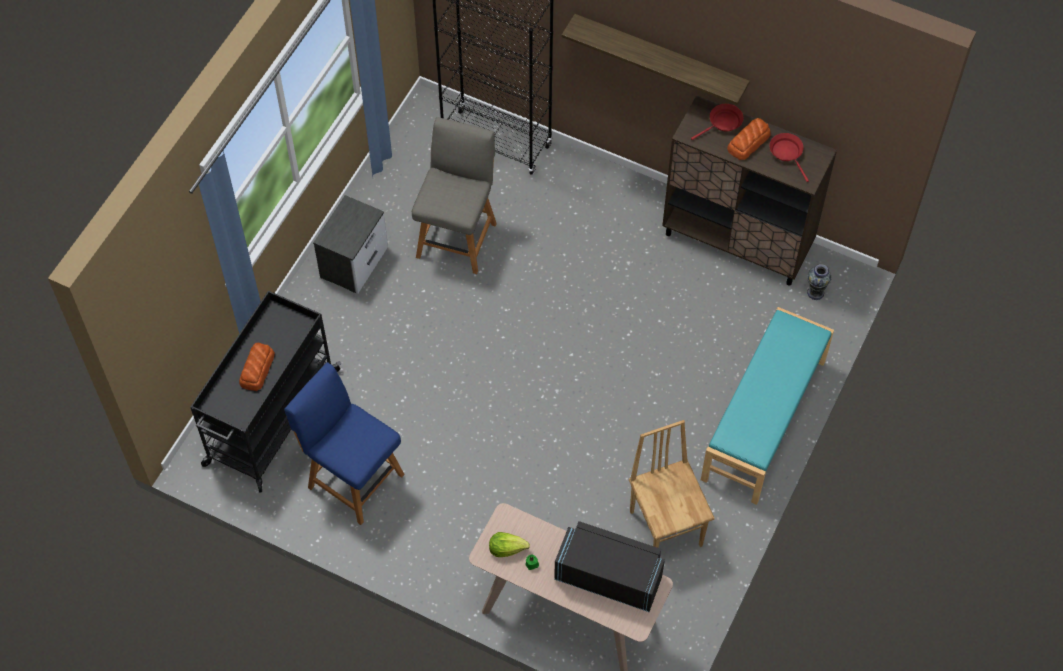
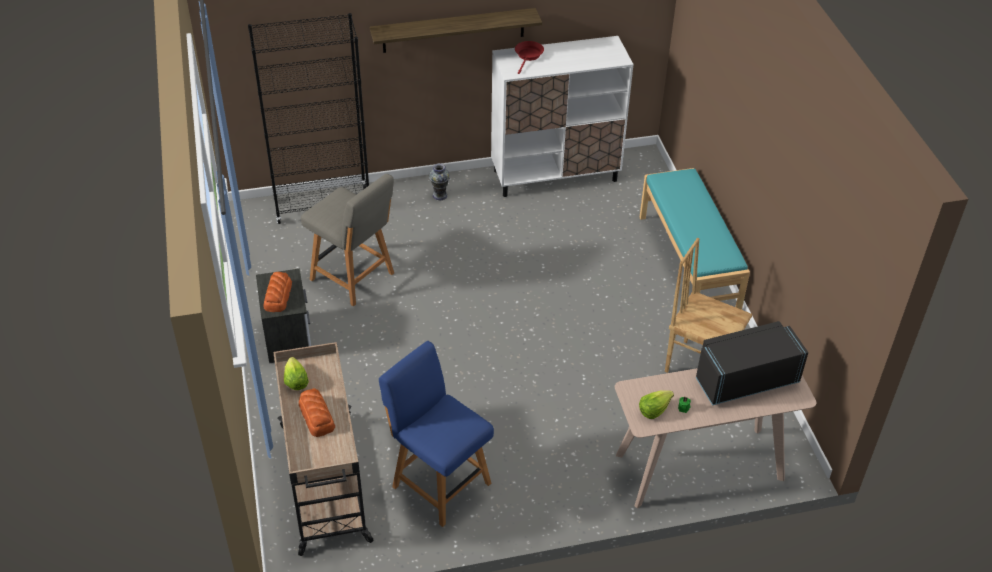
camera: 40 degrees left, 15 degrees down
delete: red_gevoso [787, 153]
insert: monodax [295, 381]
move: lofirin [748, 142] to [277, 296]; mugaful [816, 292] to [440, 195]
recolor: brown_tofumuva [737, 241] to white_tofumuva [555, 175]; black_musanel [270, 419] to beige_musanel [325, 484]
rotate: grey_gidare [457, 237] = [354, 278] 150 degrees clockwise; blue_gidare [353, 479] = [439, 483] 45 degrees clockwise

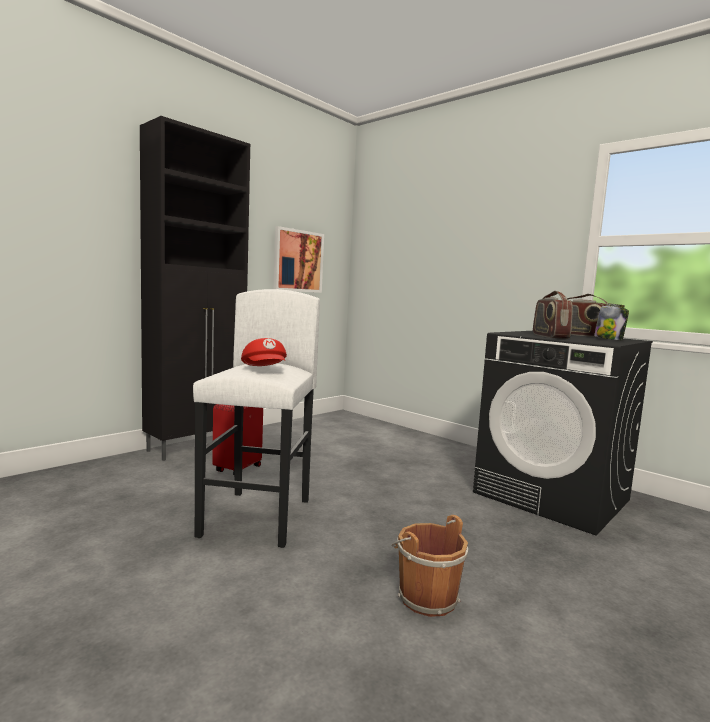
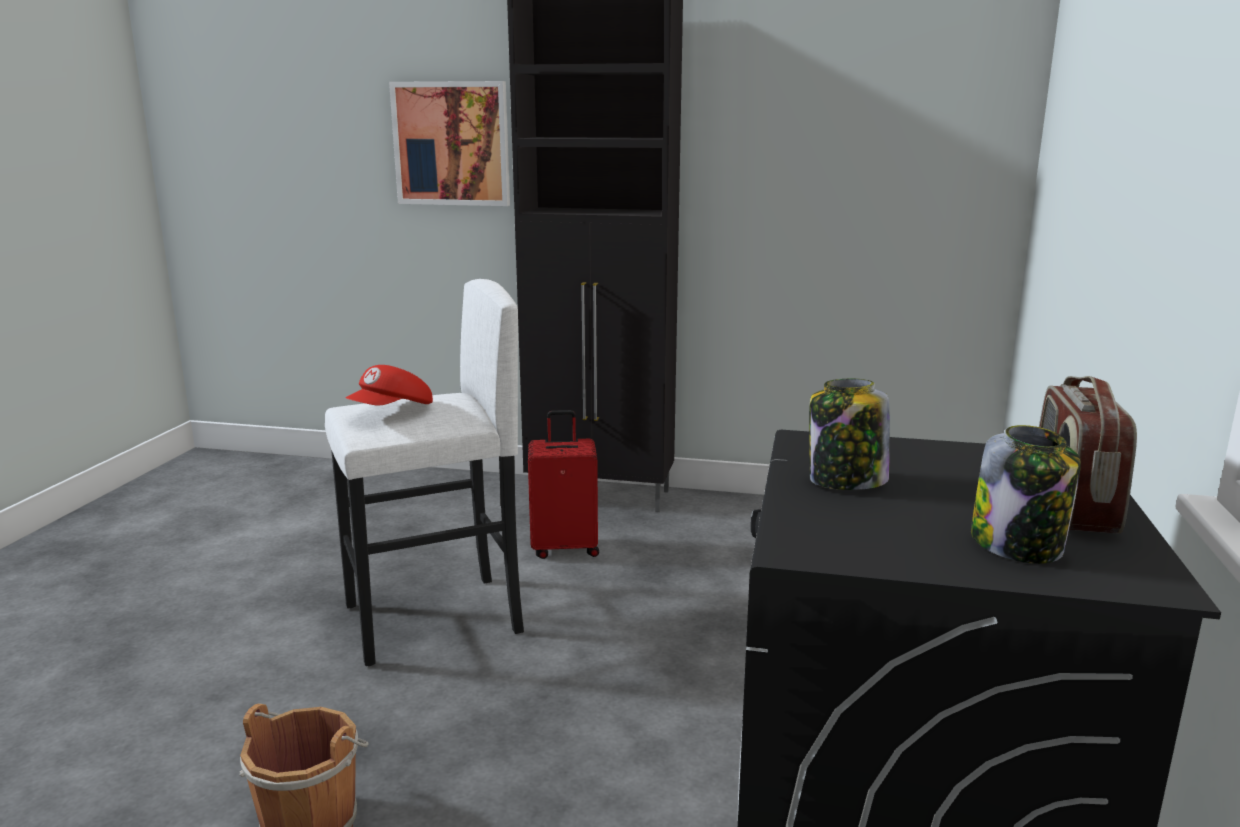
camera: 60 degrees right, 10 degrees up
move: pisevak [298, 261] to [452, 144]
replace: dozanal [549, 336] to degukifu [846, 481]

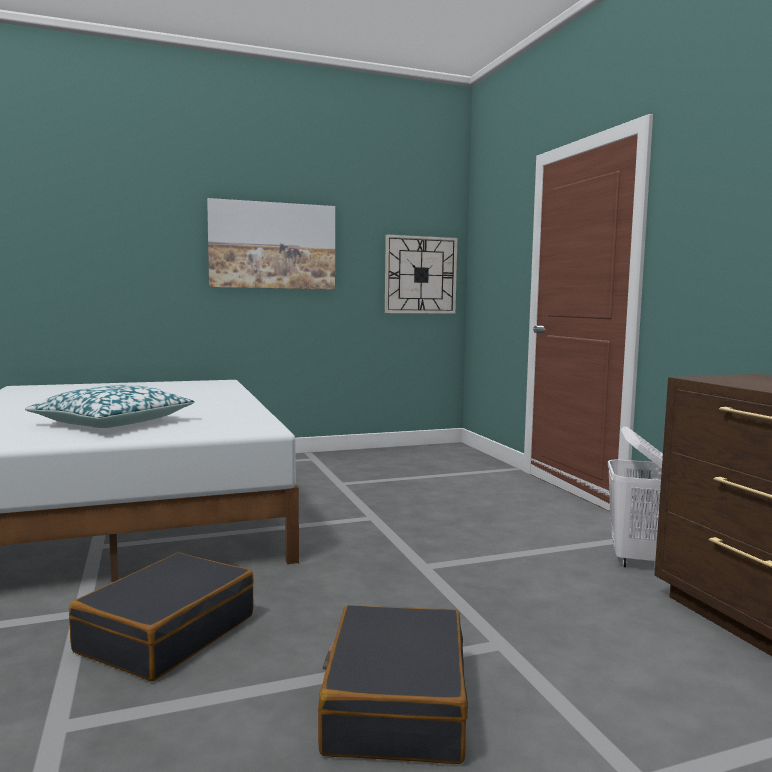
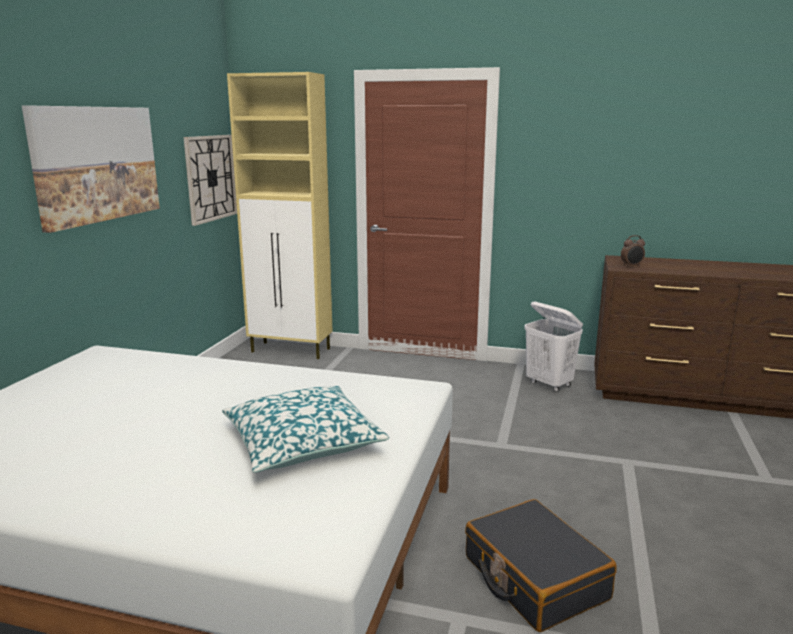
camera: 55 degrees left, 10 degrees up
delete: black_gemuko [395, 703]
insert: beige_tofumuva [291, 350]; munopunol [631, 266]

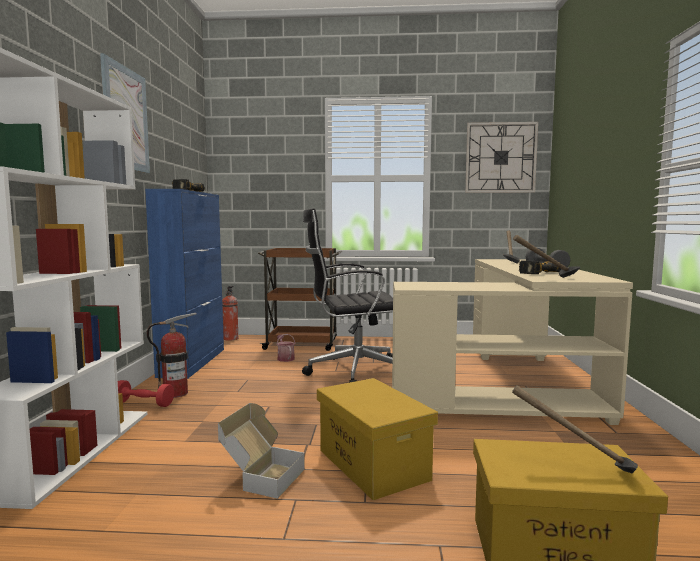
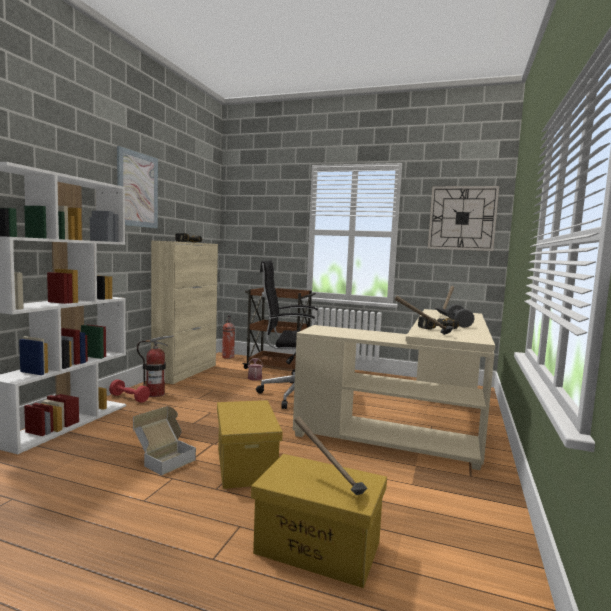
camera: 15 degrees right, 0 degrees up
recolor: blue_tofumuva [193, 362] to beige_tofumuva [186, 372]

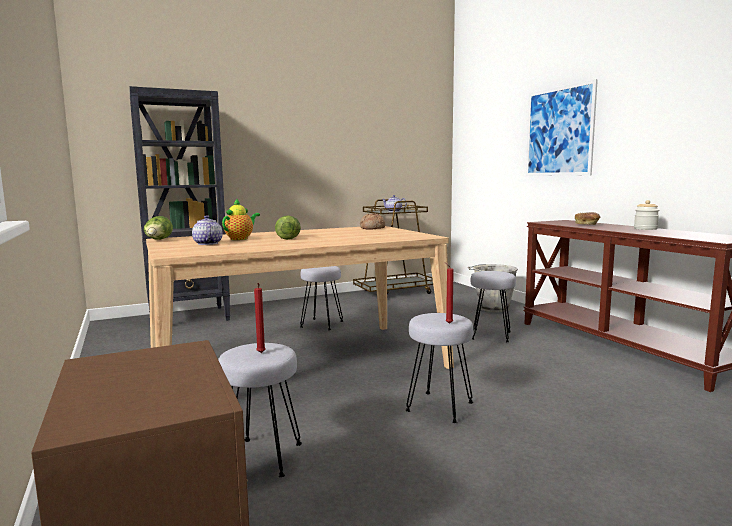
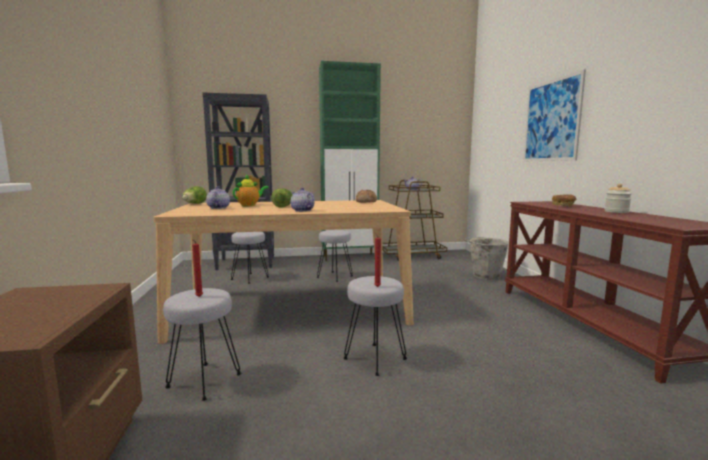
camera: 15 degrees right, 0 degrees up
insert: green_tofumuva [350, 257]; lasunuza [302, 210]
move: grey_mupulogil [491, 335] to [250, 278]

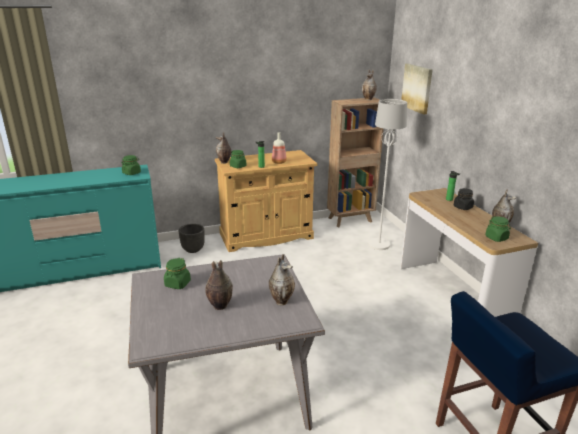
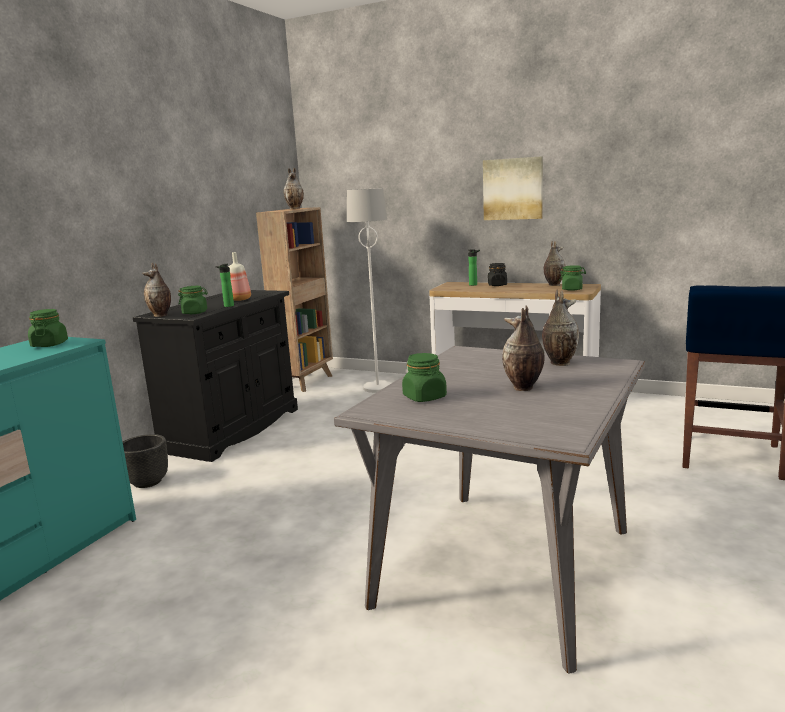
camera: 45 degrees left, 10 degrees down
move: pisevak [417, 88] to [513, 189]
recolor: beige_tofumuva [266, 236] to black_tofumuva [232, 429]

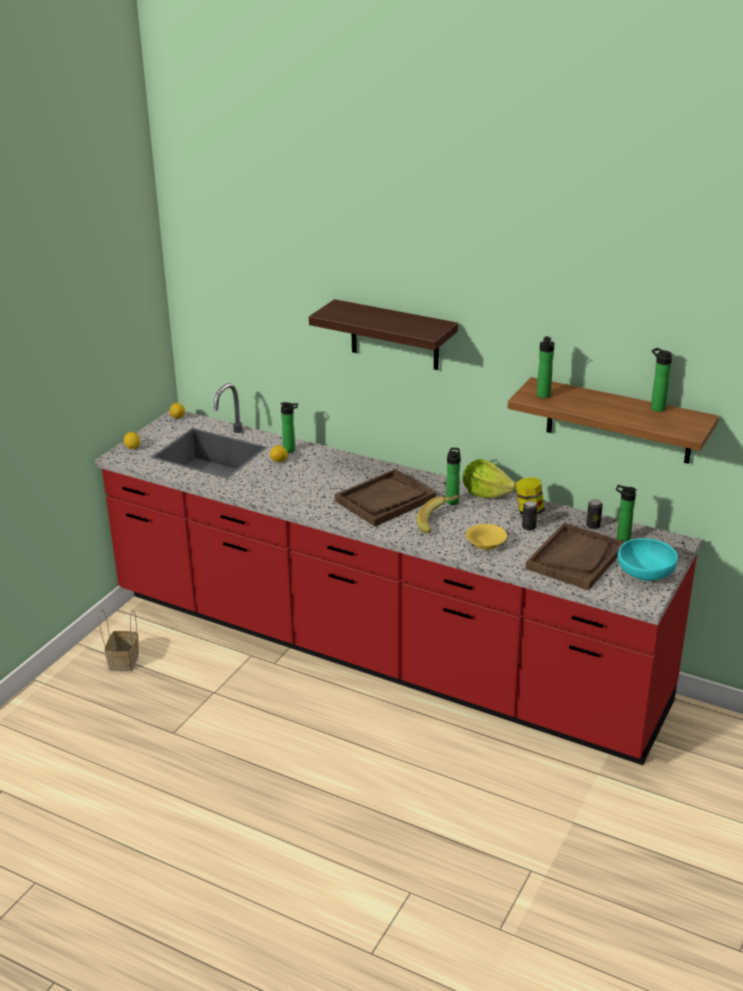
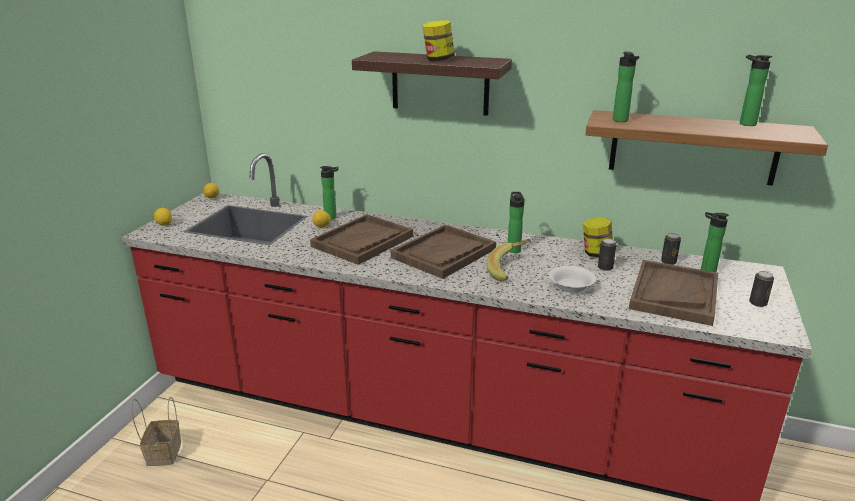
camera: 10 degrees left, 5 degrees down
delete: monodax [485, 493]
insert: degukifu [438, 60]; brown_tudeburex [362, 241]
replace: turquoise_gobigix [645, 573] to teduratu [758, 303]
recolor: yellow_gobigix [486, 544] to white_gobigix [571, 287]

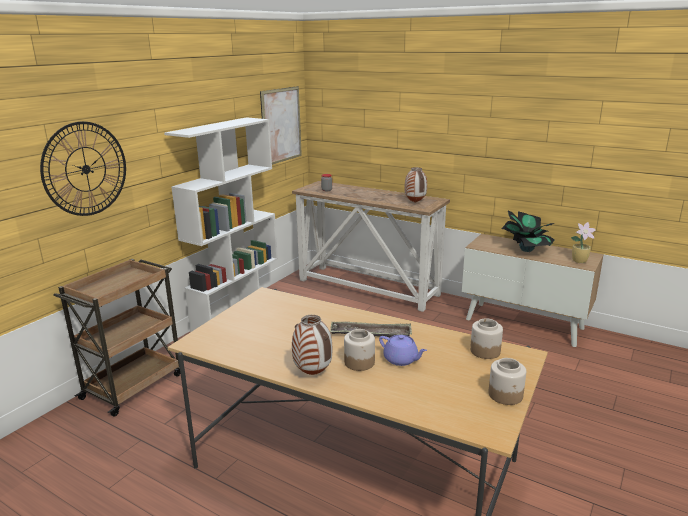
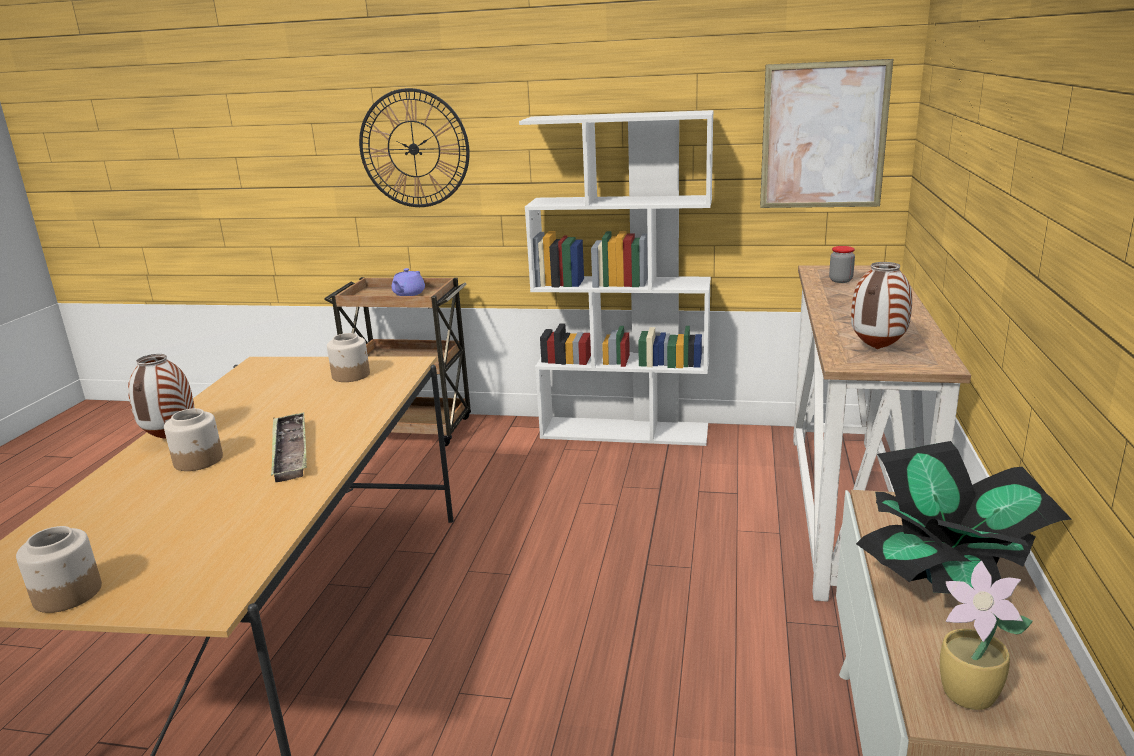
camera: 70 degrees right, 0 degrees up
move: degukifu [485, 351] to [351, 375]; purple_lasunuza [401, 360] to [408, 294]

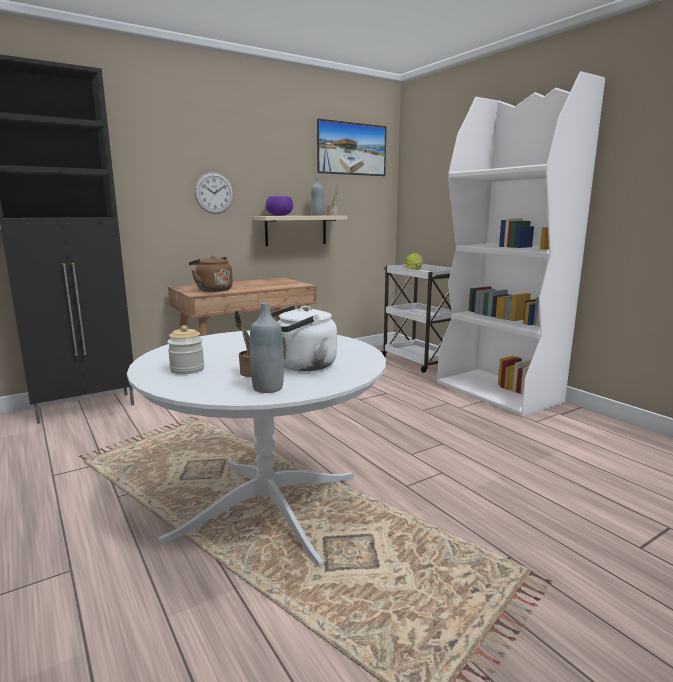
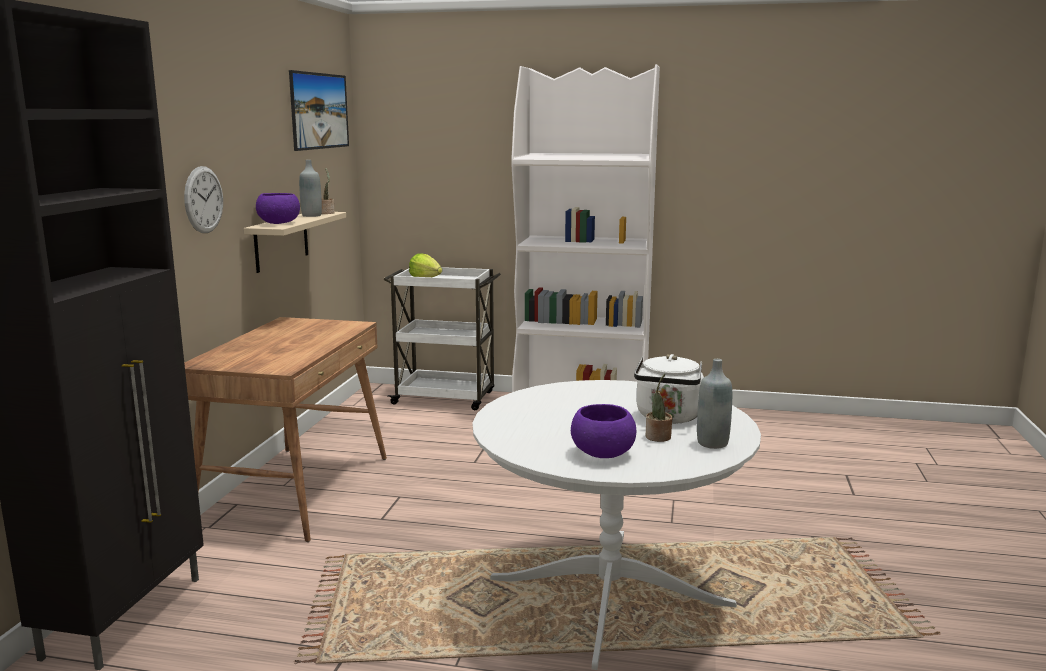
camera: 45 degrees left, 0 degrees up
delete: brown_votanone [213, 290]
replace: degukifu [187, 369] to purple_gobigix [602, 454]

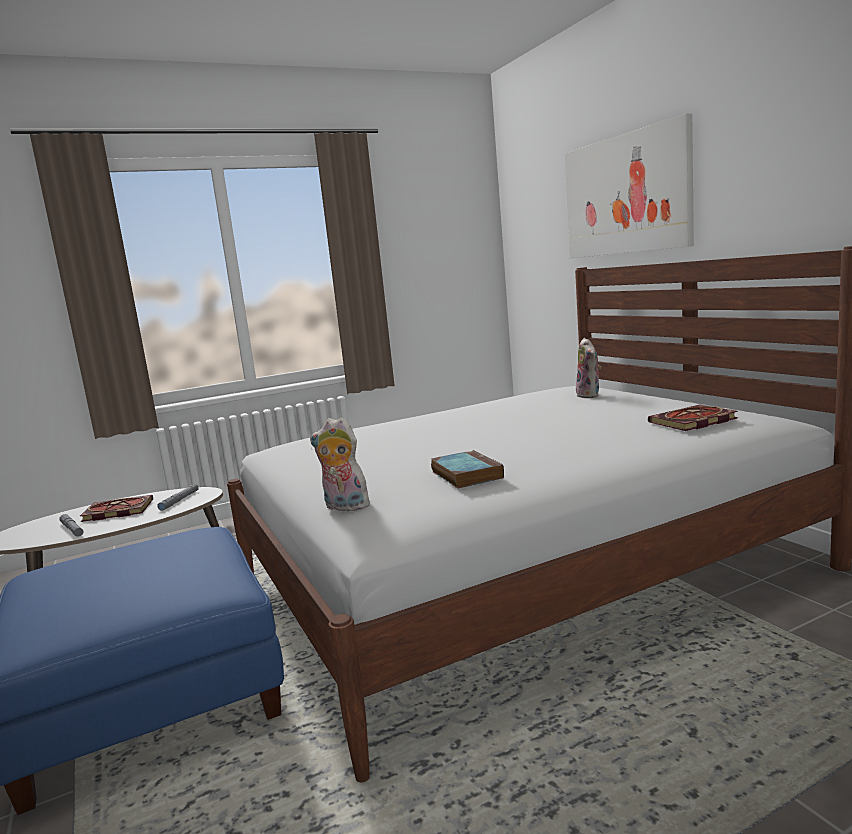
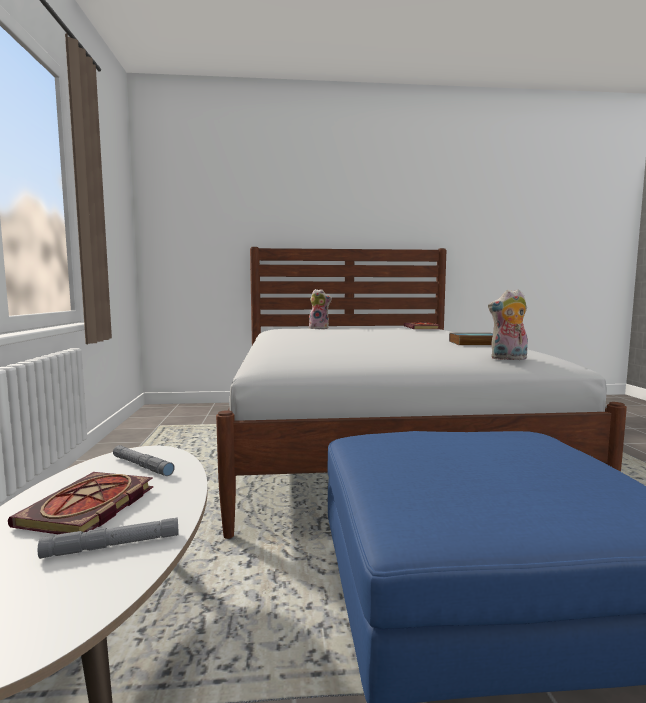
camera: 70 degrees left, 5 degrees down
delete: pisevak [625, 195]
rotate: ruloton [344, 507] = [508, 359] 45 degrees clockwise

